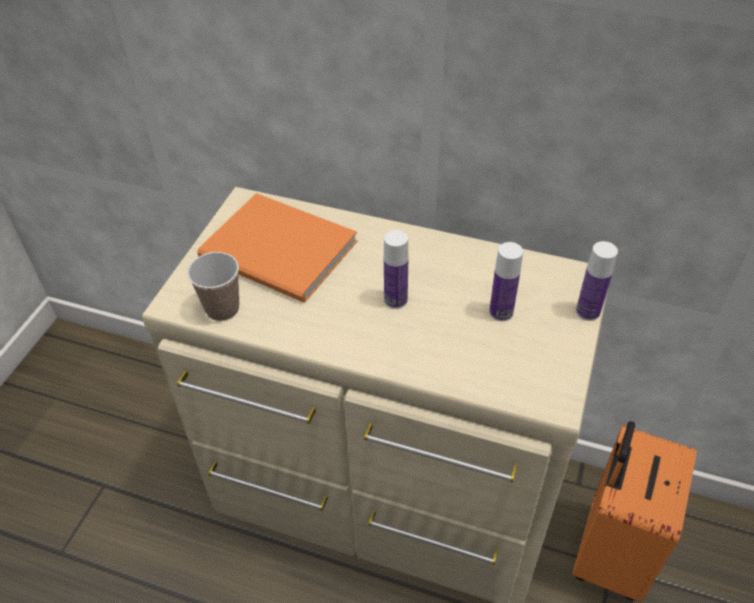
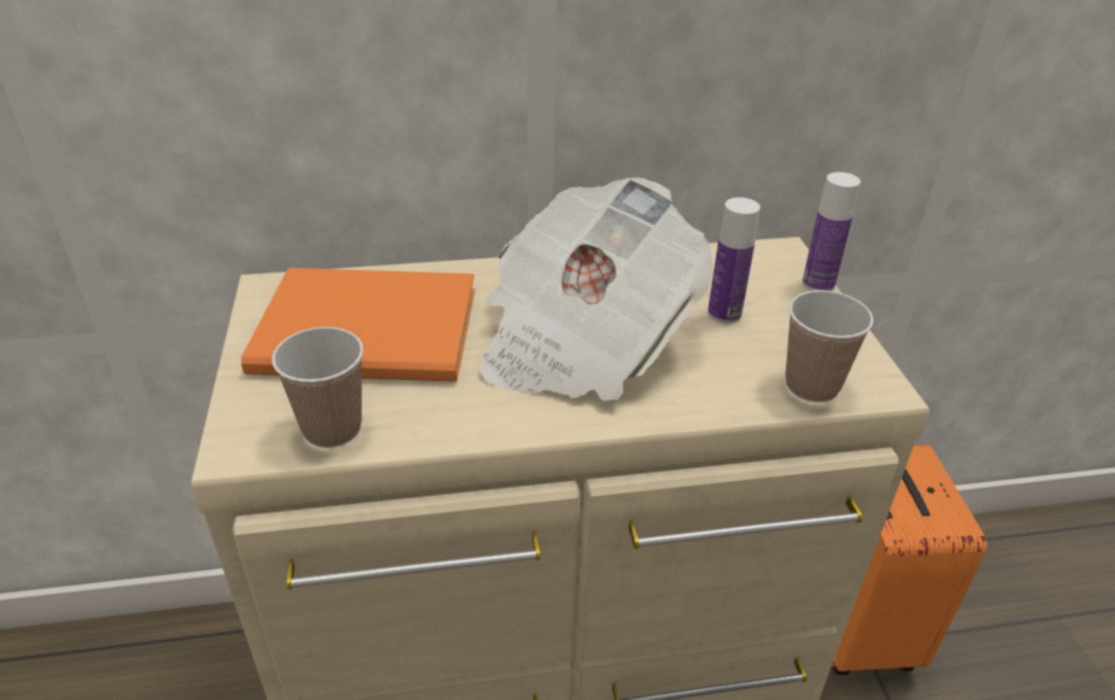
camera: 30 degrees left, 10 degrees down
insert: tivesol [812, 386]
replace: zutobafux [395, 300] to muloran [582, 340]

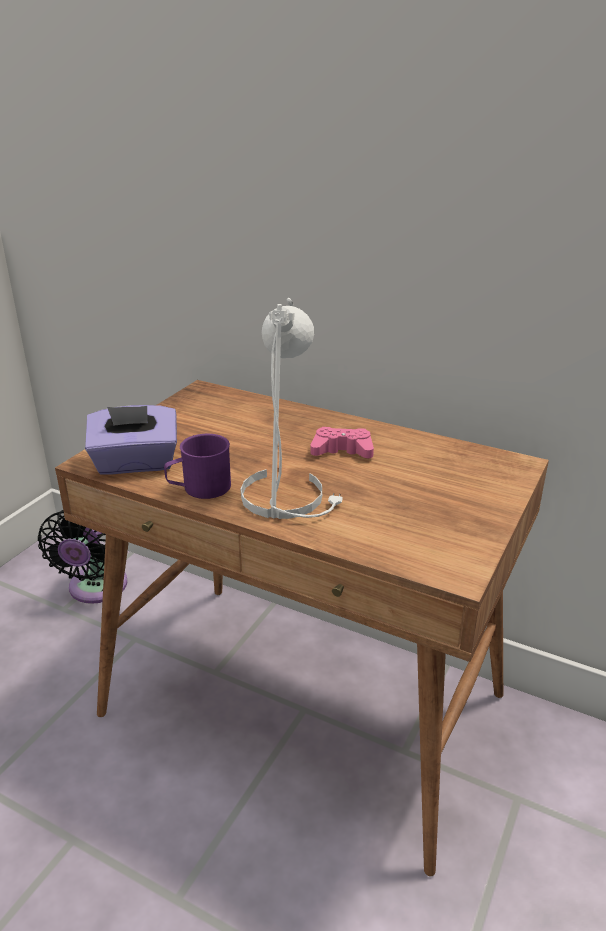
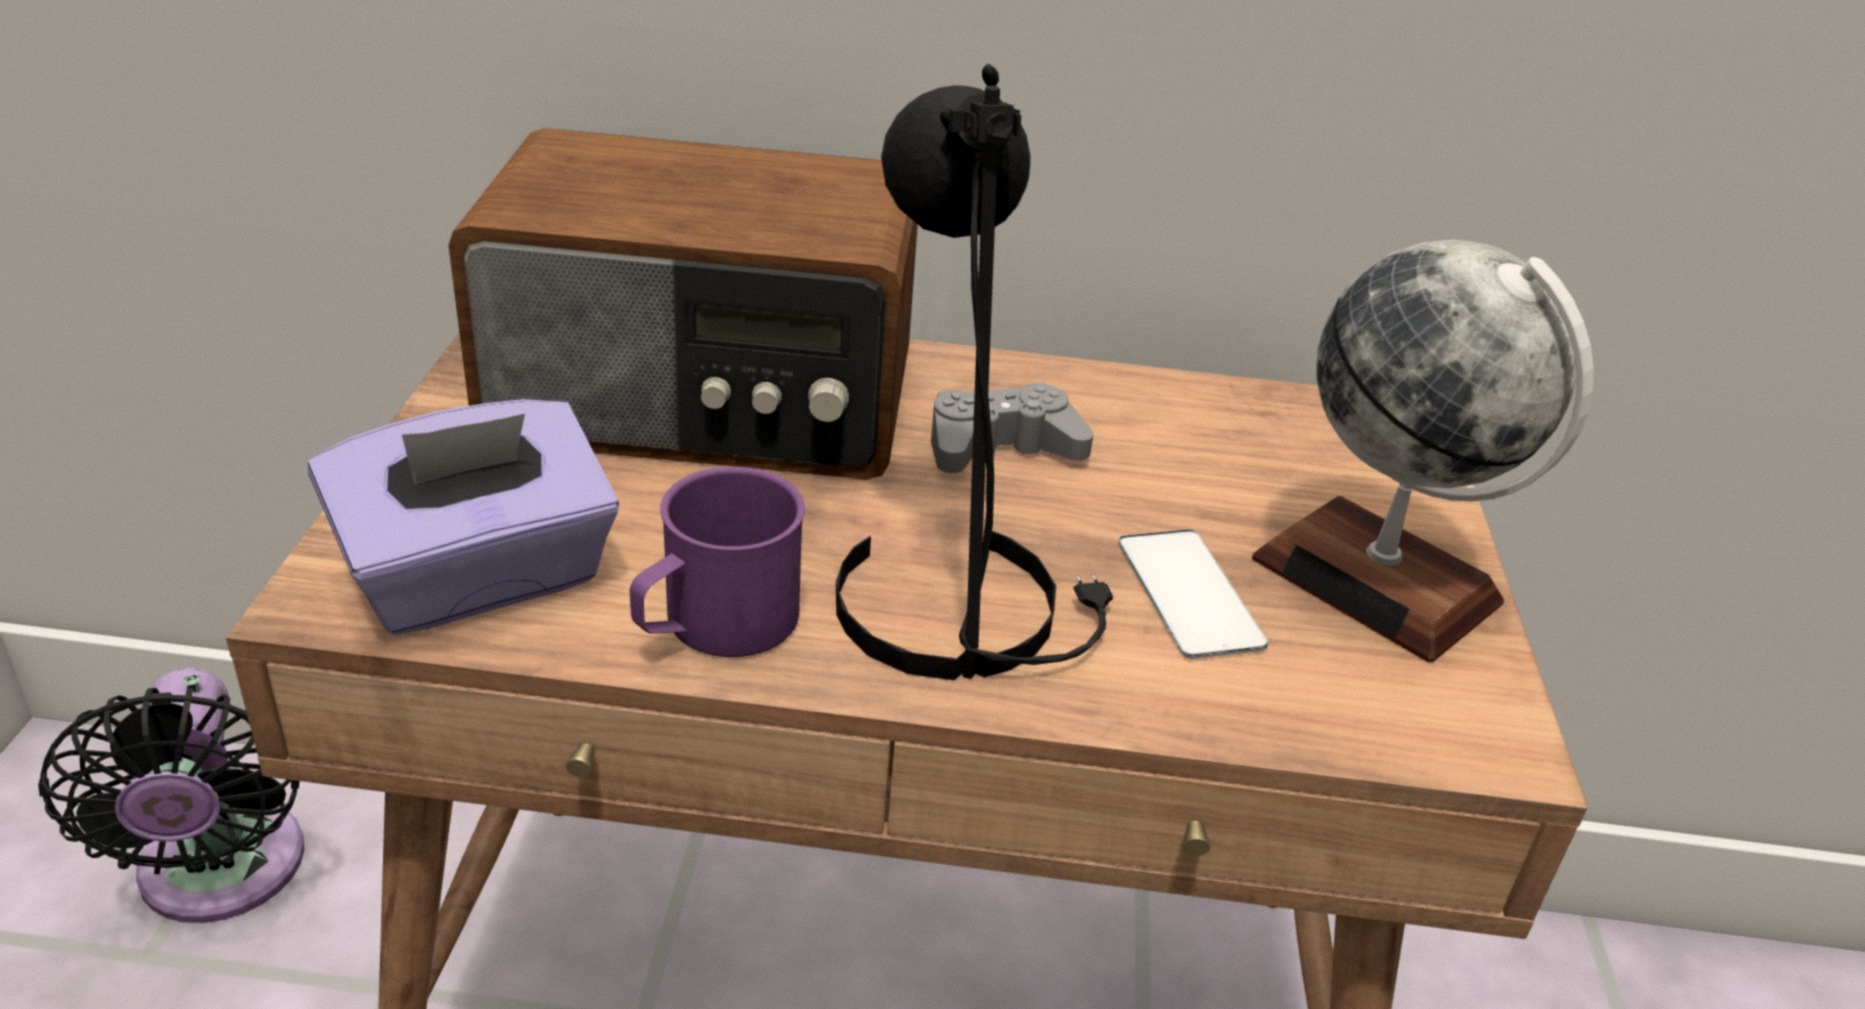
camera: 25 degrees left, 5 degrees up
insert: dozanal [705, 402]; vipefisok [1377, 580]; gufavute [1189, 594]
recolor: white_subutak [288, 496] to black_subutak [961, 603]; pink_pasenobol [342, 451] to grey_pasenobol [1001, 447]

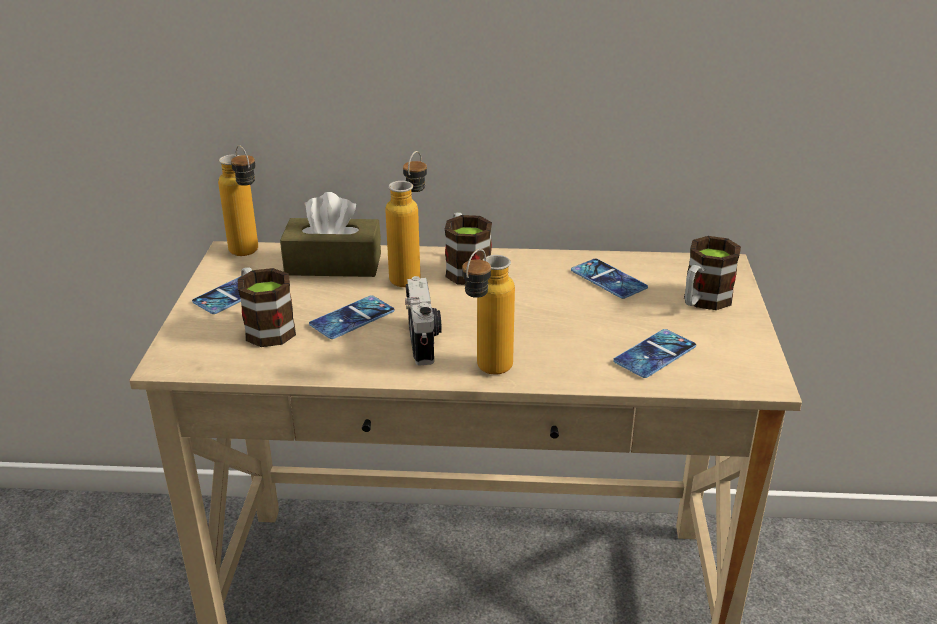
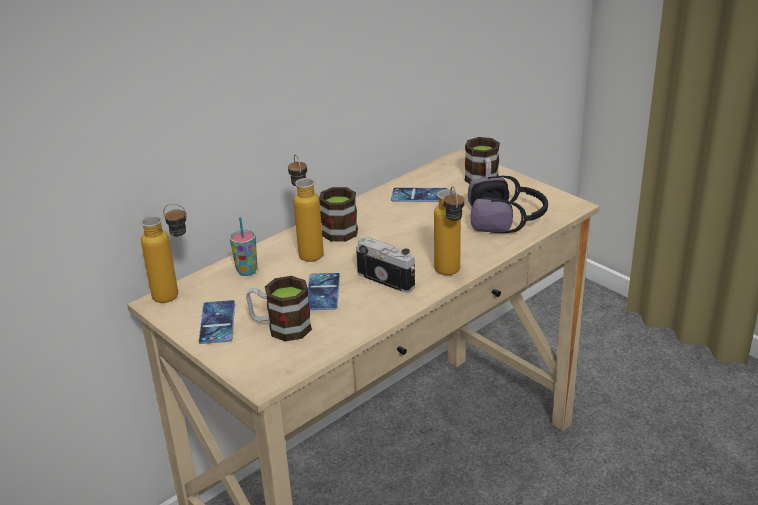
camera: 45 degrees left, 0 degrees up
replace: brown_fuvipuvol [333, 264] to tivesol [247, 271]; gufavute [655, 354] to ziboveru [507, 220]

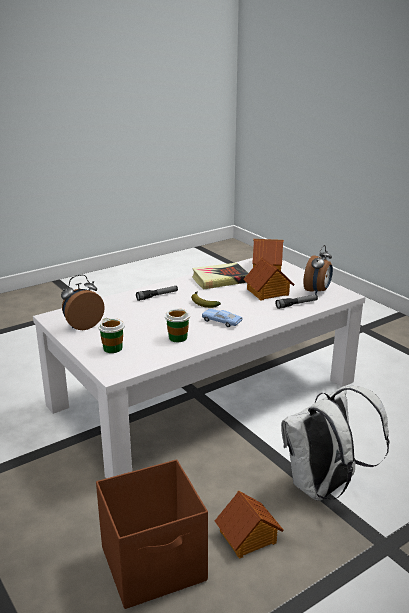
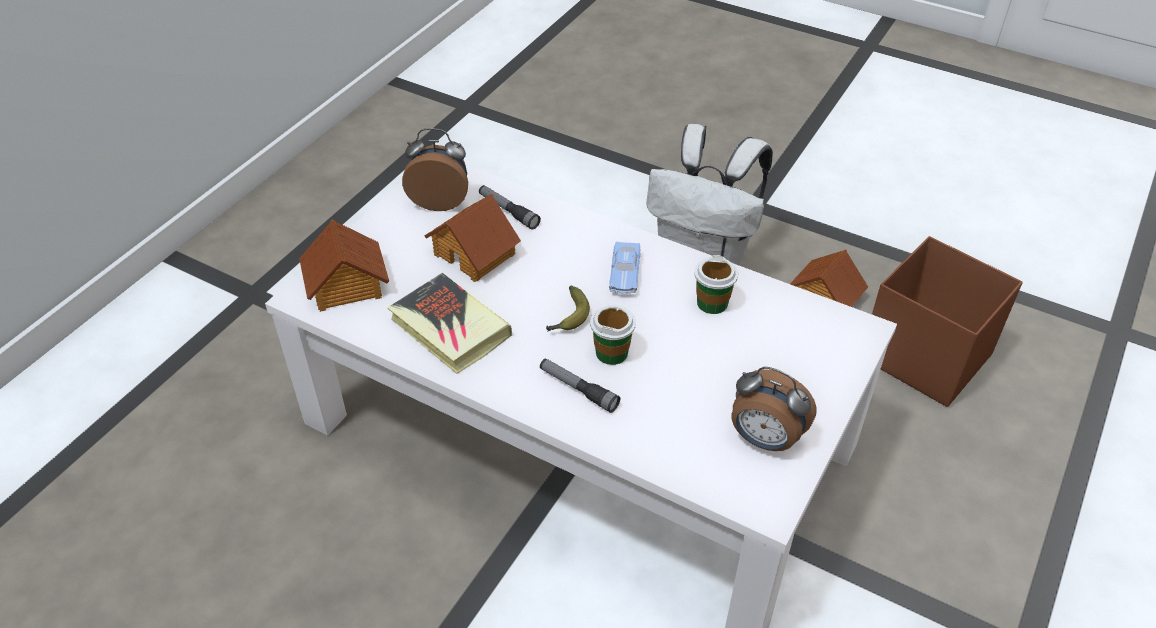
camera: 115 degrees left, 20 degrees up
move: tivesol [113, 348] to [612, 352]

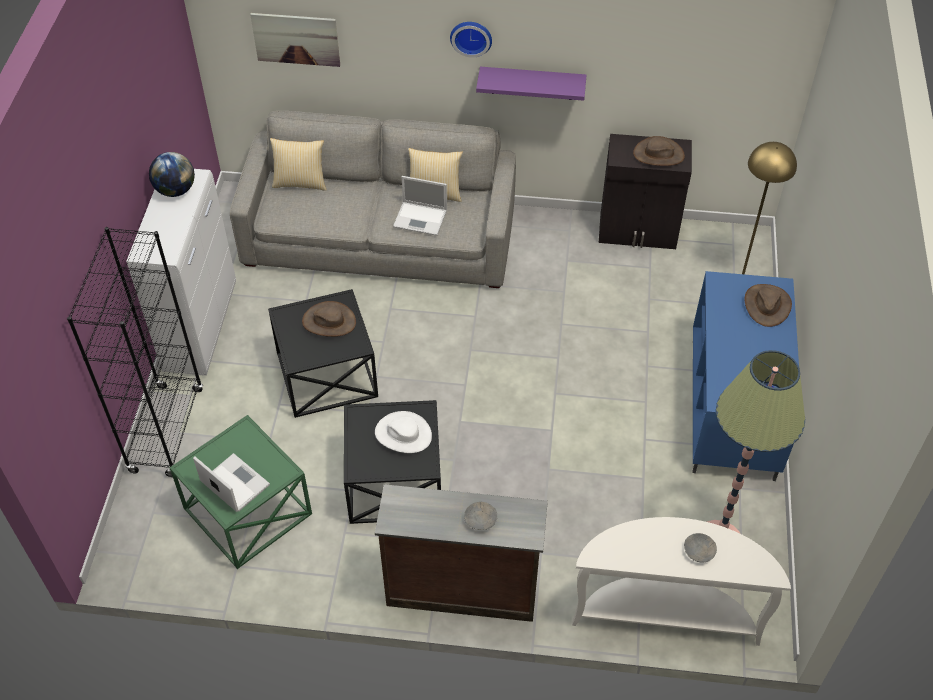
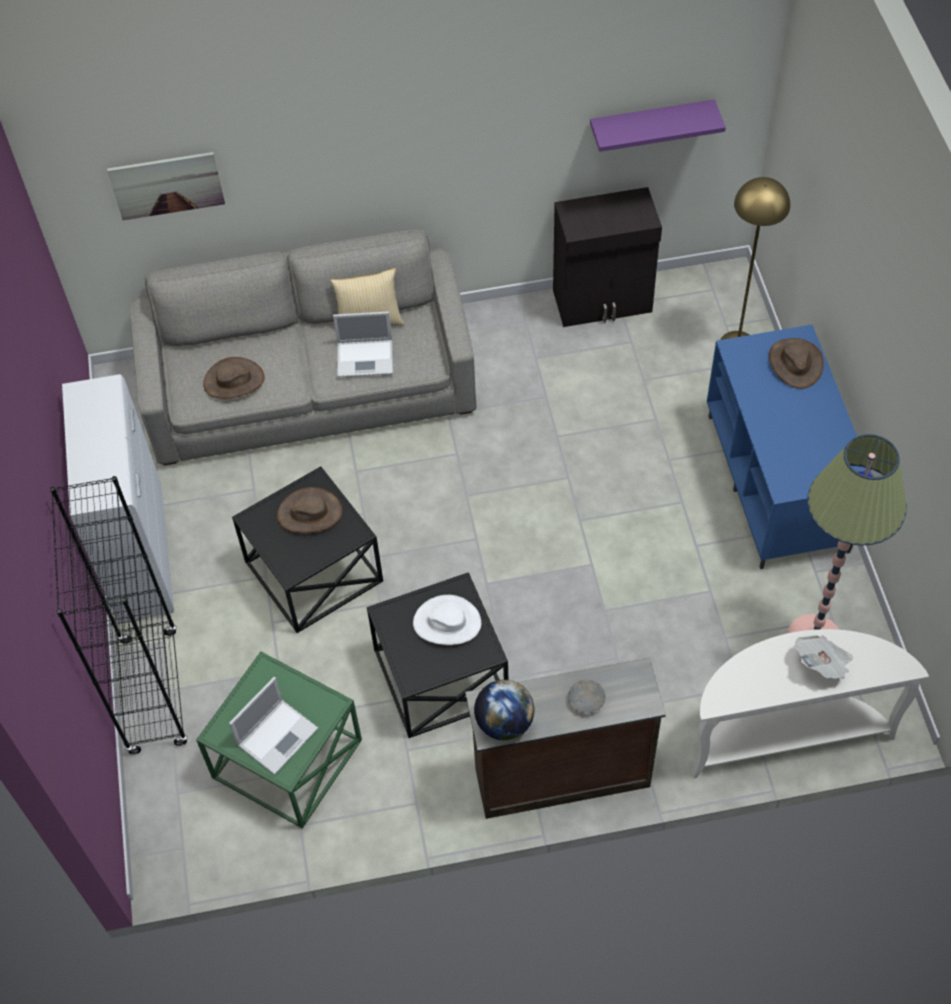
camera: 15 degrees left, 5 degrees up
delete: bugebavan [471, 37]; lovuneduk [300, 182]
move: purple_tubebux [532, 83] to [651, 123]; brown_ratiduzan [658, 154] to [234, 381]; vipefisok [175, 190] to [504, 722]
replace: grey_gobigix [699, 551] to muloran [822, 663]
rotate: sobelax [234, 483] = [278, 735] 105 degrees clockwise

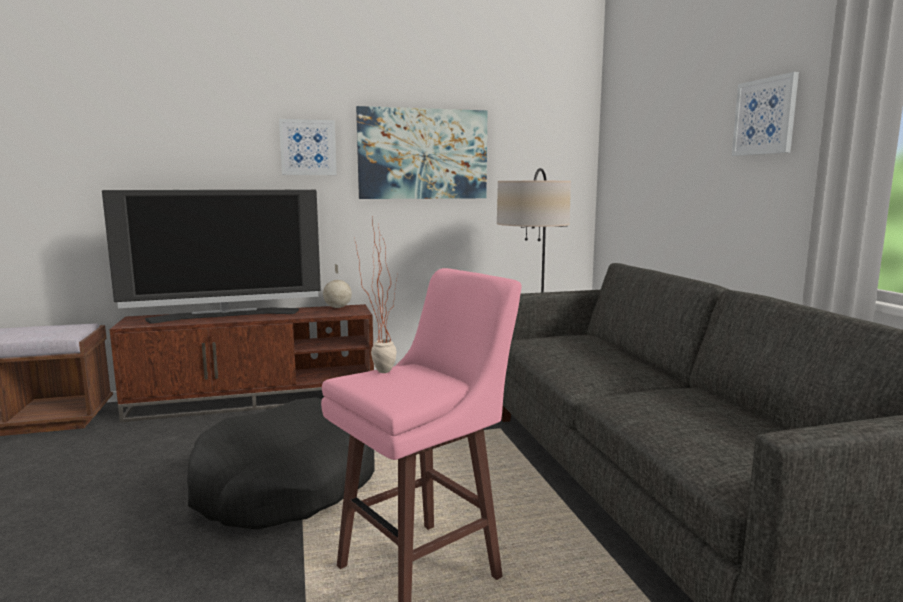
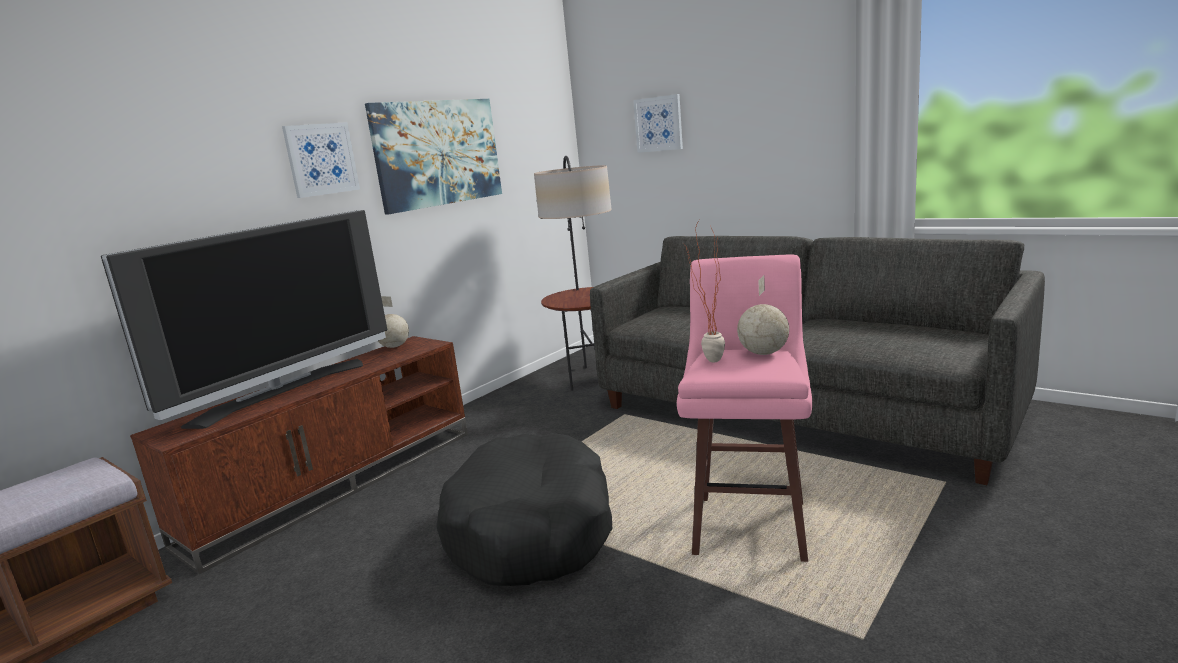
camera: 35 degrees left, 5 degrees up
insert: vipefisok [764, 353]
move: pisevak [765, 116] to [658, 124]

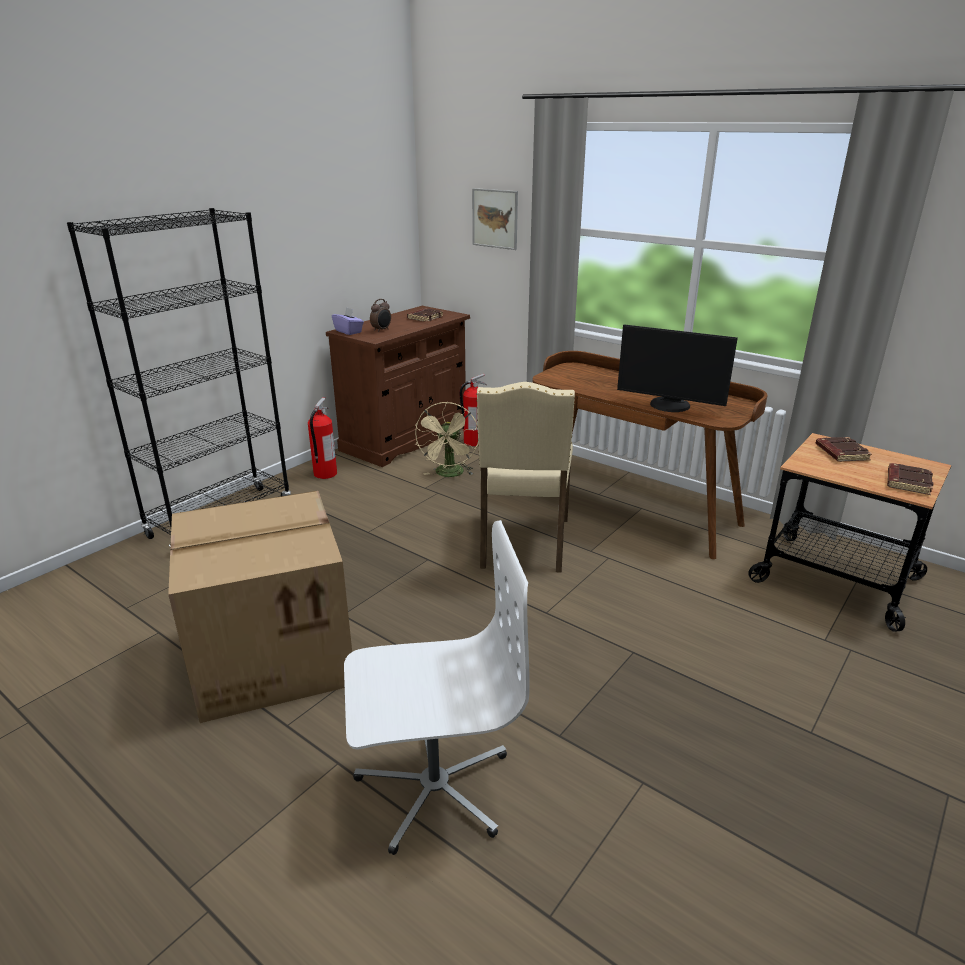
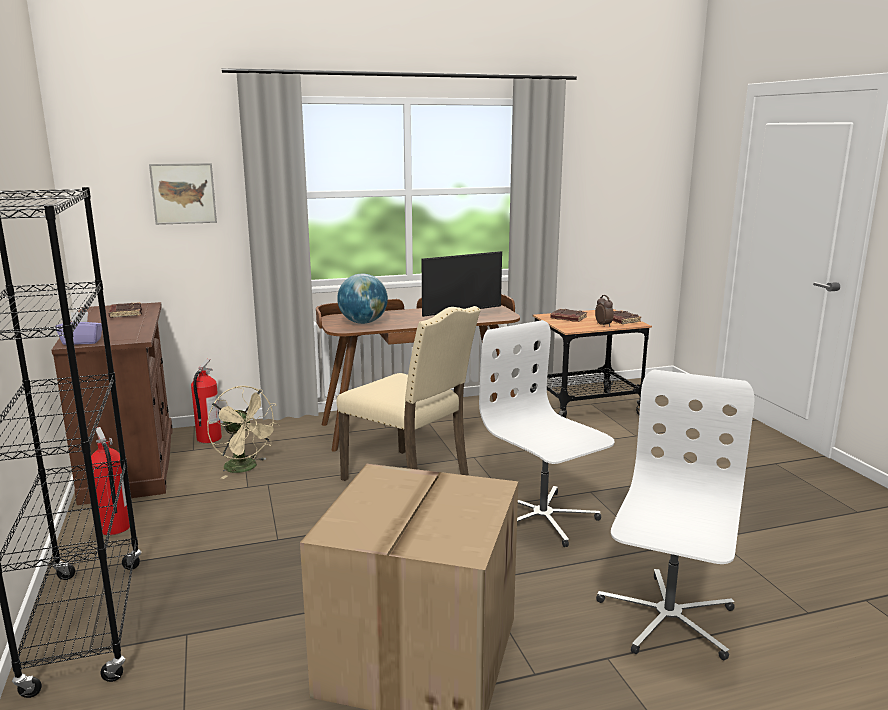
camera: 55 degrees left, 10 degrees down
insert: vipefisok [363, 322]; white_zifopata [542, 518]
move: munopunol [381, 330] to [603, 325]

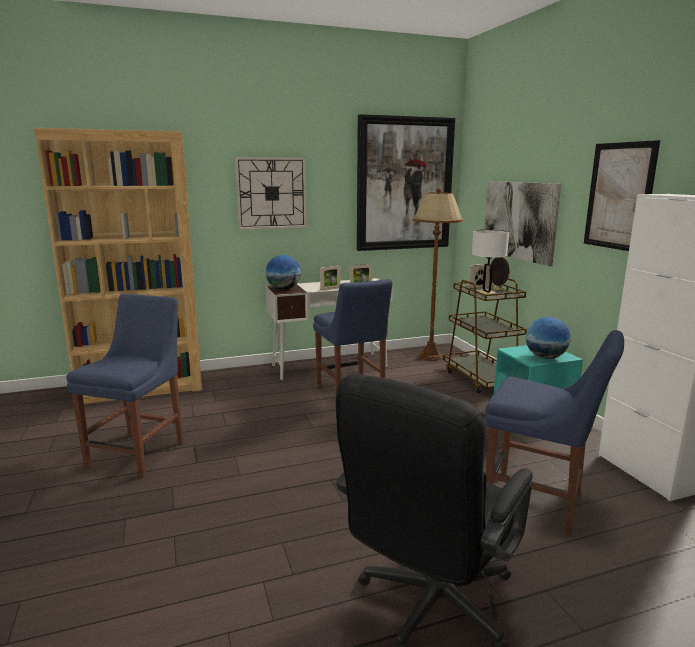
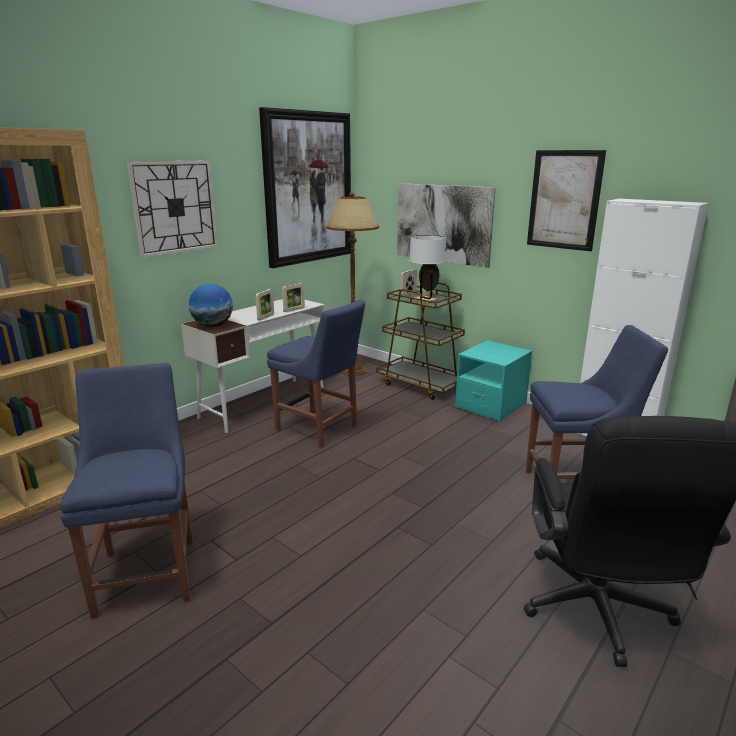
camera: 30 degrees left, 5 degrees up
delete: vipefisok [545, 357]

